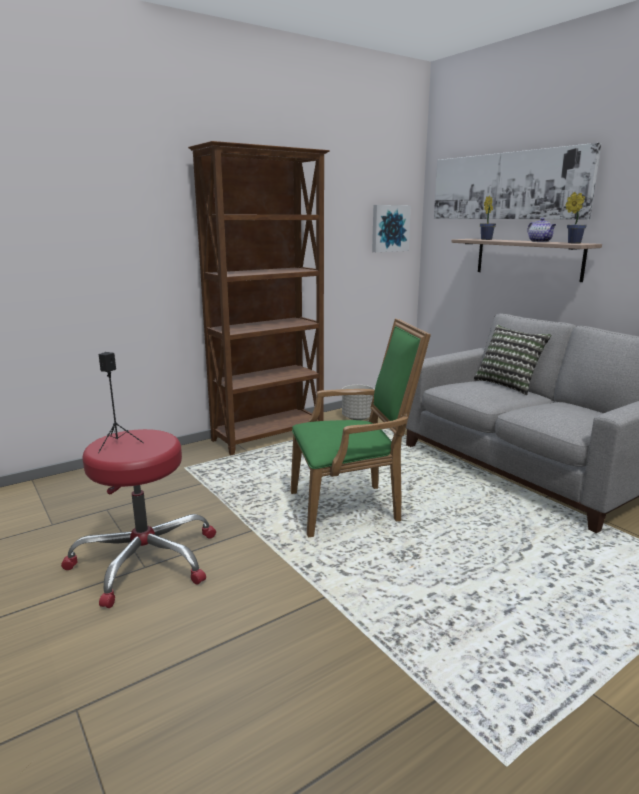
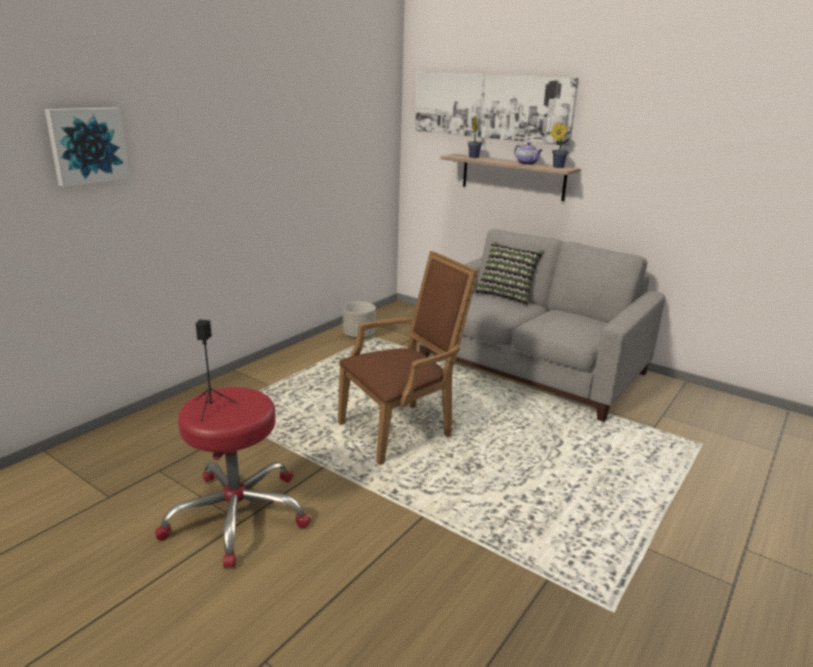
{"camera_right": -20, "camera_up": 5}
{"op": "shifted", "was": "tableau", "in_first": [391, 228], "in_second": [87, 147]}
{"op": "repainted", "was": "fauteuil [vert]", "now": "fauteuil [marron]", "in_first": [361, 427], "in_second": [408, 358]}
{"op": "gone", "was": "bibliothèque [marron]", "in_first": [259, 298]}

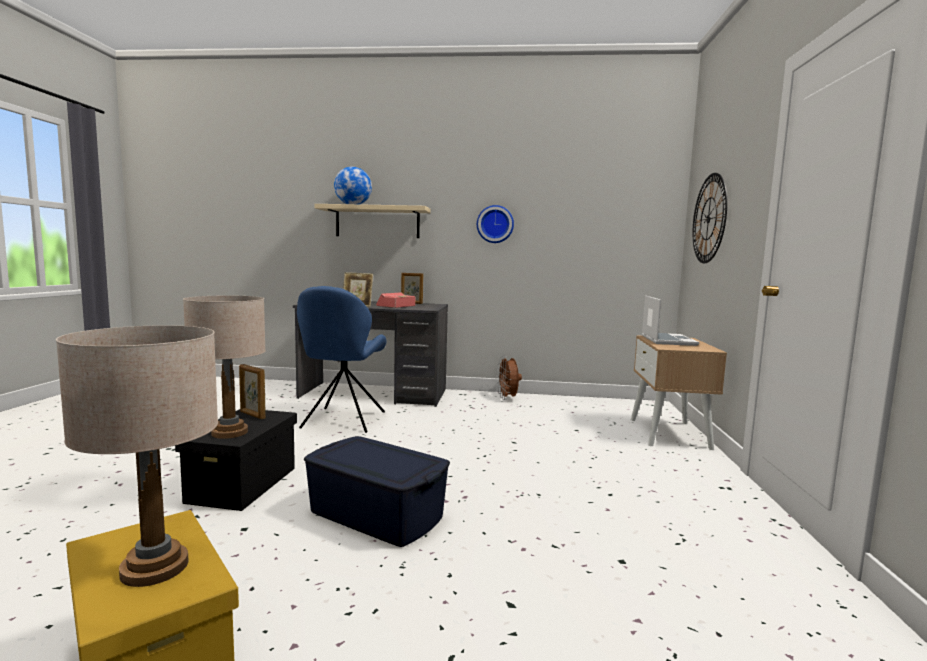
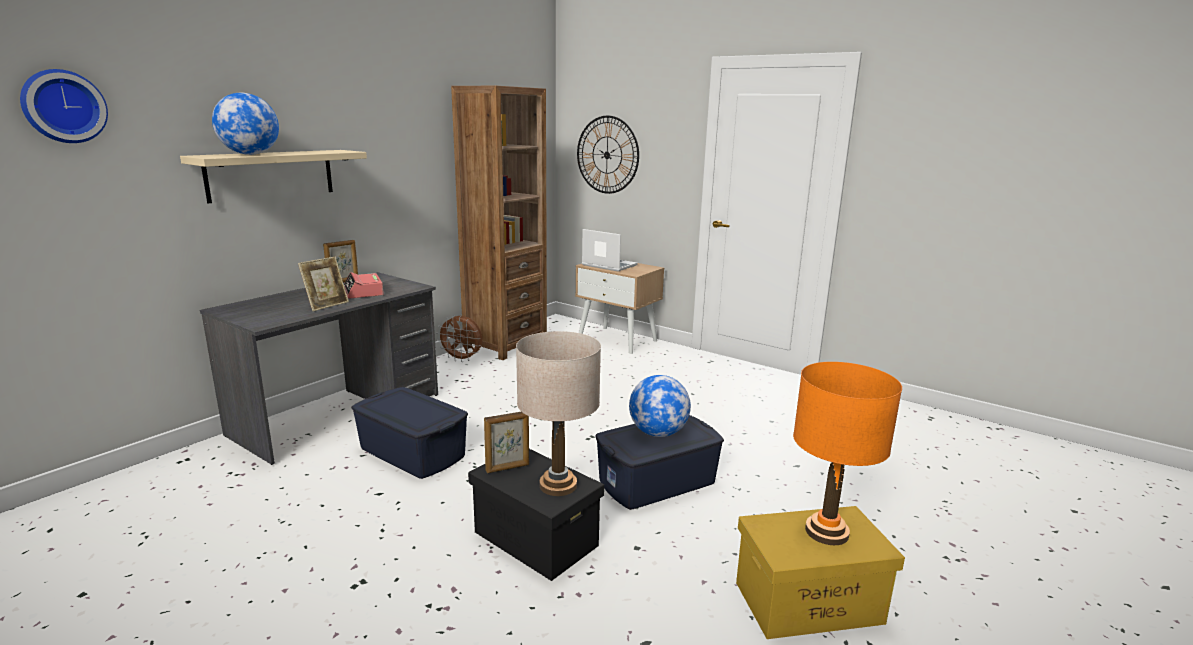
{"camera_right": -60, "camera_up": 10}
{"op": "shifted", "was": "horloge murale", "in_first": [495, 224], "in_second": [64, 106]}
{"op": "swapped", "was": "chaise [bleu]", "now": "boîte de rangement [bleu]", "in_first": [341, 359], "in_second": [409, 433]}
{"op": "new", "now": "bibliothèque [marron]", "in_second": [499, 223]}
{"op": "new", "now": "globe", "in_second": [660, 406]}
{"op": "repainted", "was": "lampe de table [beige]", "now": "lampe de table [orange]", "in_first": [137, 456], "in_second": [847, 453]}

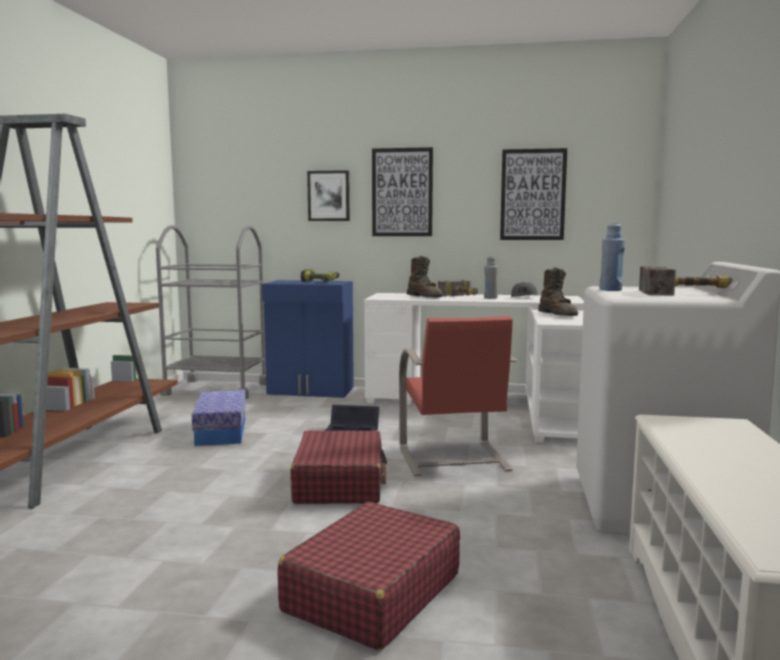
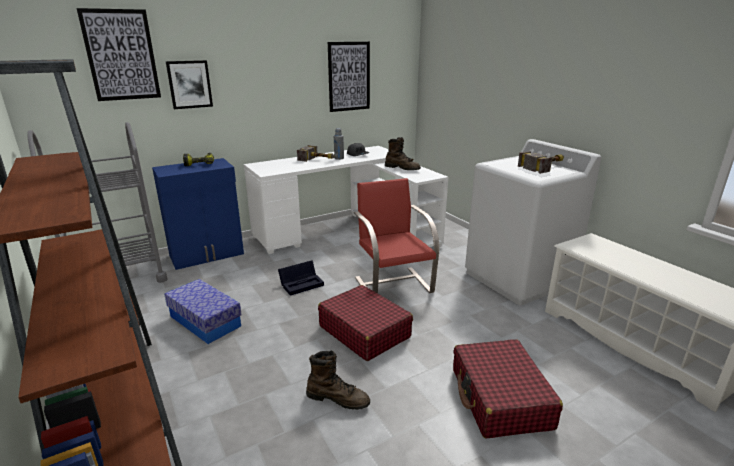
{"camera_right": -40, "camera_up": 15}
{"op": "shifted", "was": "tableau", "in_first": [402, 191], "in_second": [119, 54]}
{"op": "shifted", "was": "botte [marron]", "in_first": [425, 276], "in_second": [338, 380]}
{"op": "rotated", "was": "chaise [rouge]", "in_first": [458, 396], "in_second": [396, 235], "clockwise": -150}
{"op": "gone", "was": "bouteille [bleu]", "in_first": [612, 257]}

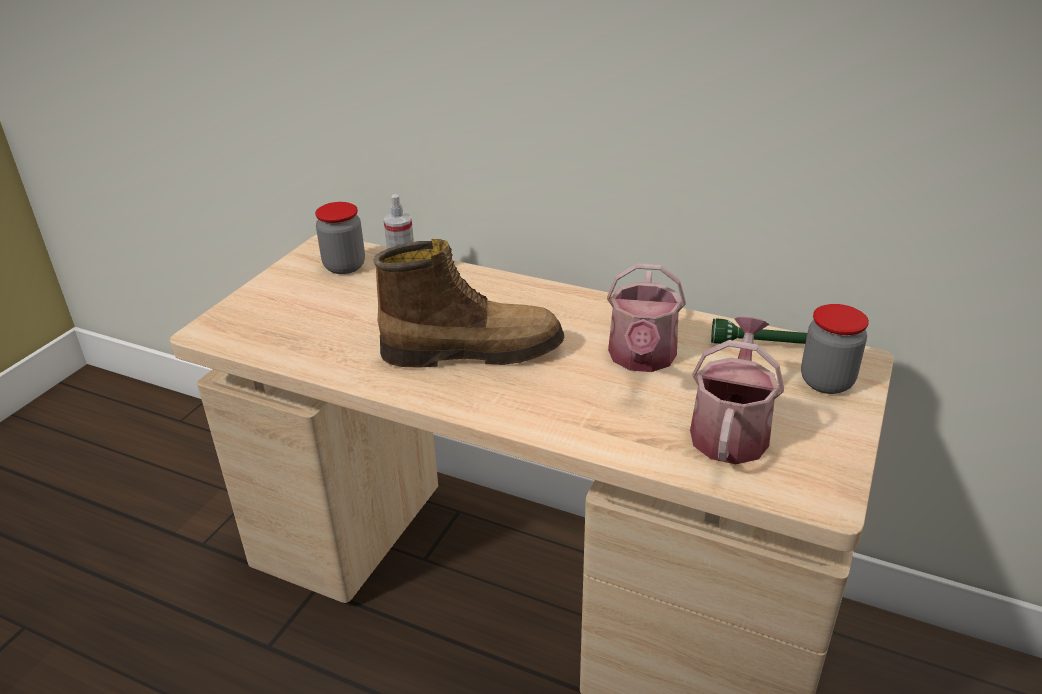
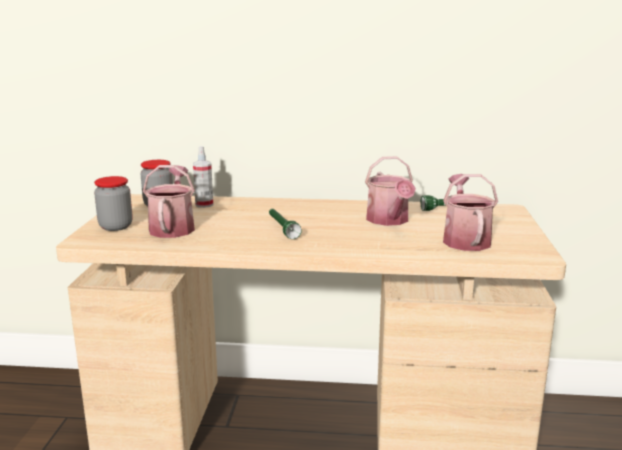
{"camera_right": -20, "camera_up": -15}
{"op": "shifted", "was": "bocal", "in_first": [835, 349], "in_second": [113, 203]}
{"op": "new", "now": "arrosoir", "in_second": [169, 201]}
{"op": "swapped", "was": "botte", "now": "lampe de poche [vert]", "in_first": [468, 303], "in_second": [285, 224]}

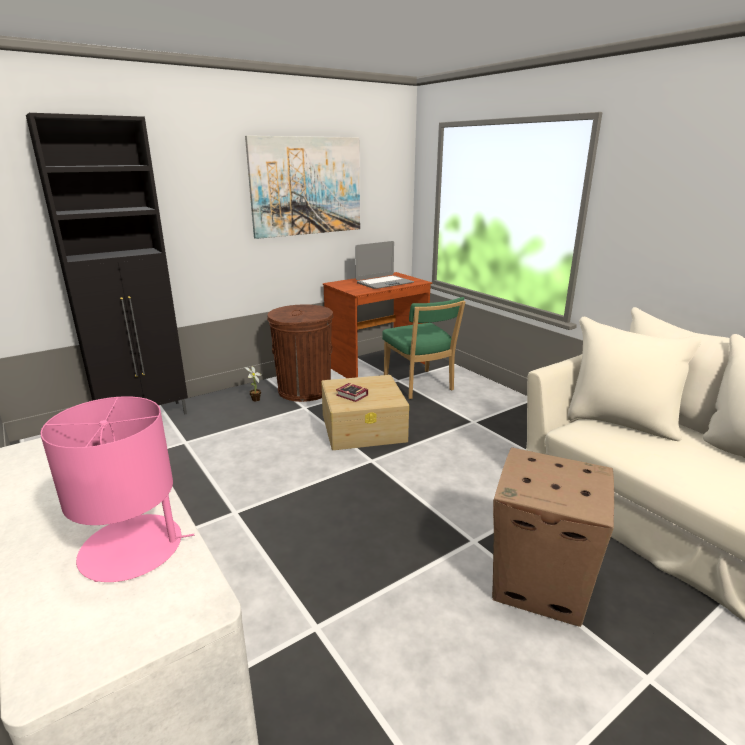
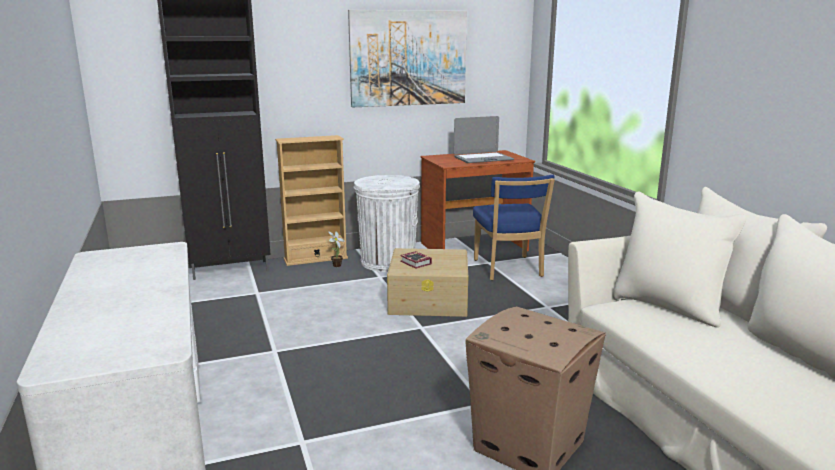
{"camera_right": 15, "camera_up": -5}
{"op": "new", "now": "bibliothèque [beige]", "in_second": [311, 200]}
{"op": "repainted", "was": "poubelle [marron]", "now": "poubelle [blanc]", "in_first": [300, 353], "in_second": [387, 223]}
{"op": "repainted", "was": "chaise [vert]", "now": "chaise [bleu]", "in_first": [424, 348], "in_second": [514, 227]}
{"op": "gone", "was": "lampe de table [rose]", "in_first": [117, 489]}

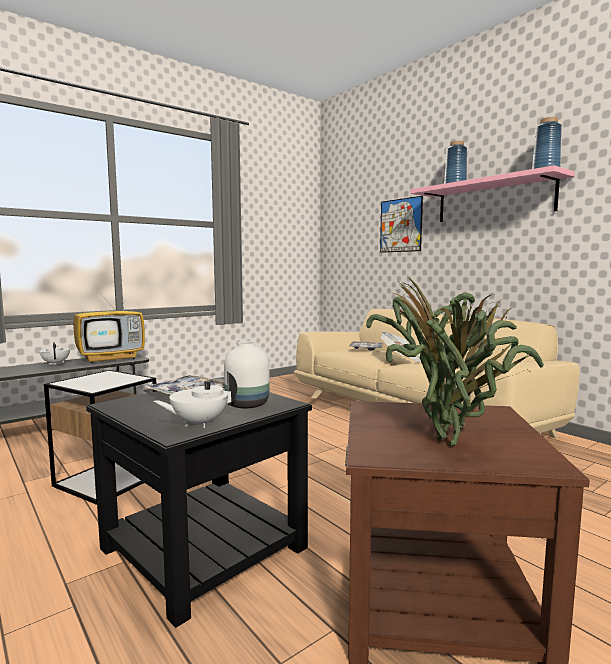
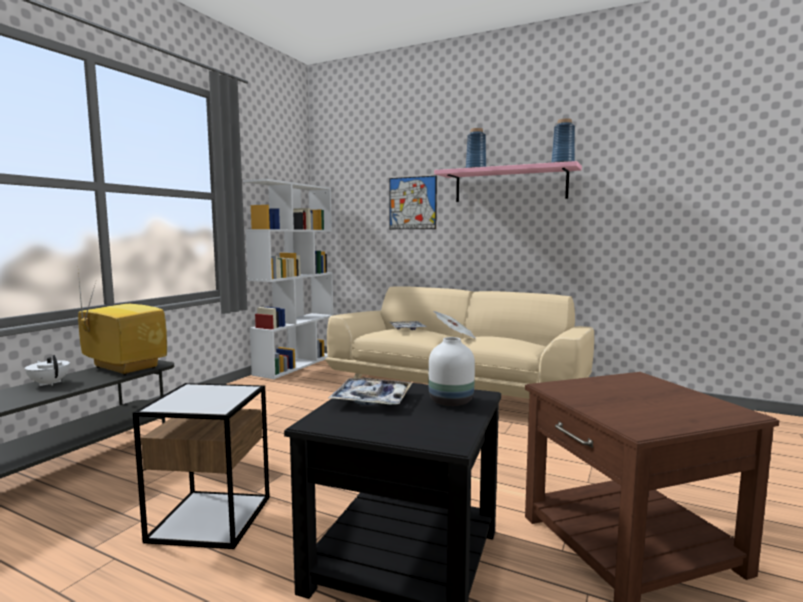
{"camera_right": -25, "camera_up": 0}
{"op": "rotated", "was": "téléviseur", "in_first": [109, 324], "in_second": [122, 324], "clockwise": -90}
{"op": "new", "now": "bibliothèque [blanc]", "in_second": [288, 279]}
{"op": "gone", "was": "théière [blanc]", "in_first": [195, 400]}
{"op": "gone", "was": "plante en pot", "in_first": [455, 360]}

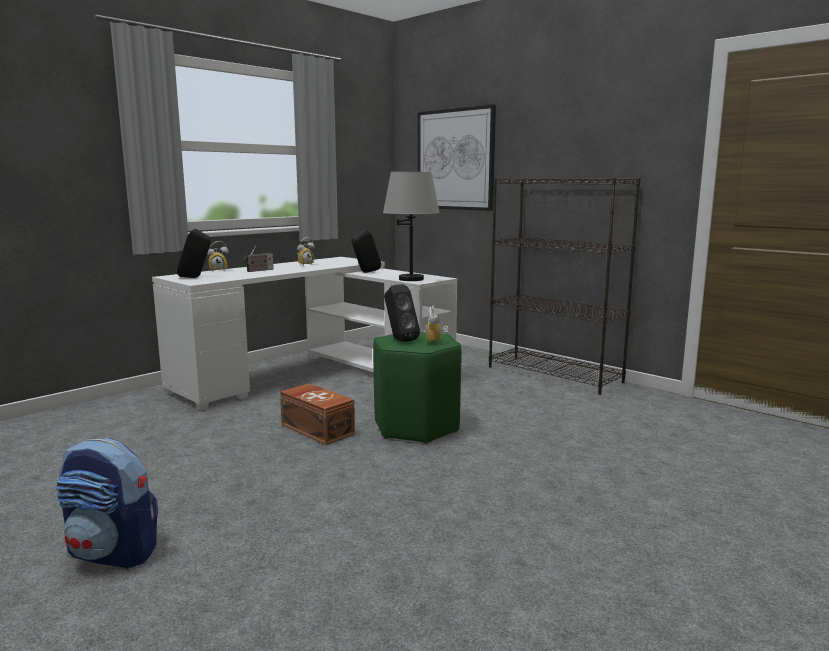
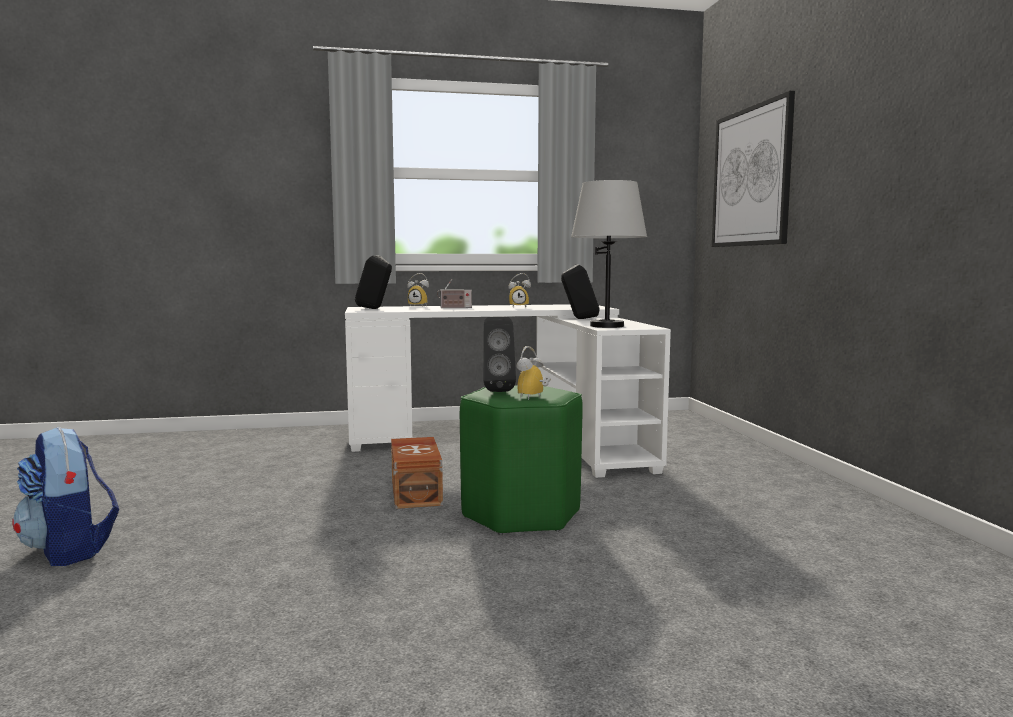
{"camera_right": 35, "camera_up": -5}
{"op": "gone", "was": "bibliothèque [noir]", "in_first": [565, 286]}

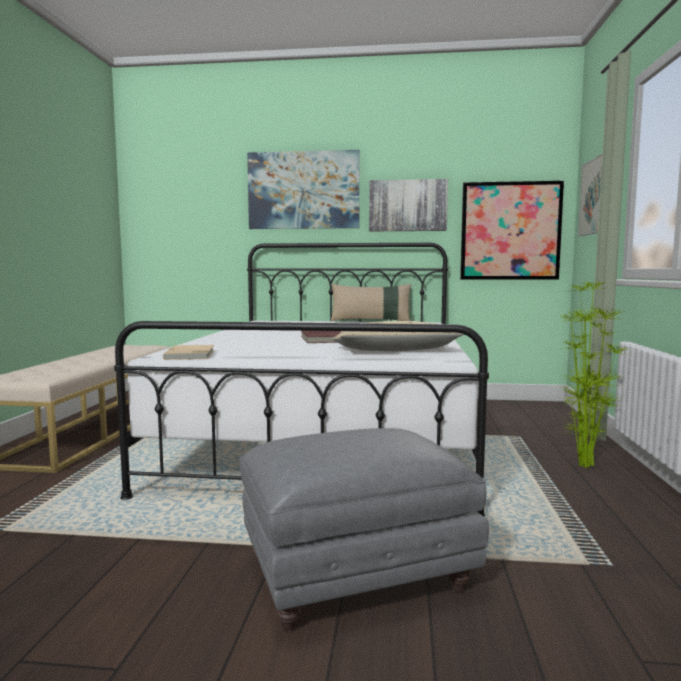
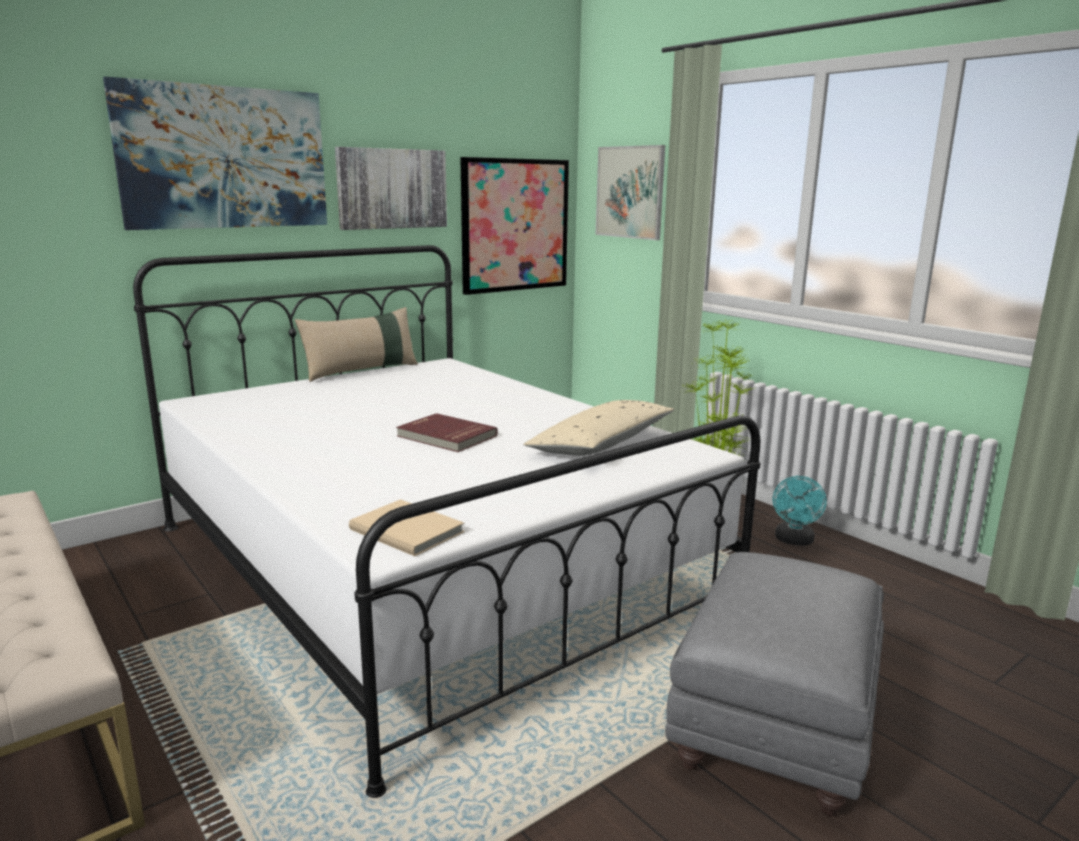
{"camera_right": -45, "camera_up": 10}
{"op": "new", "now": "ventilateur [turquoise]", "in_second": [800, 511]}

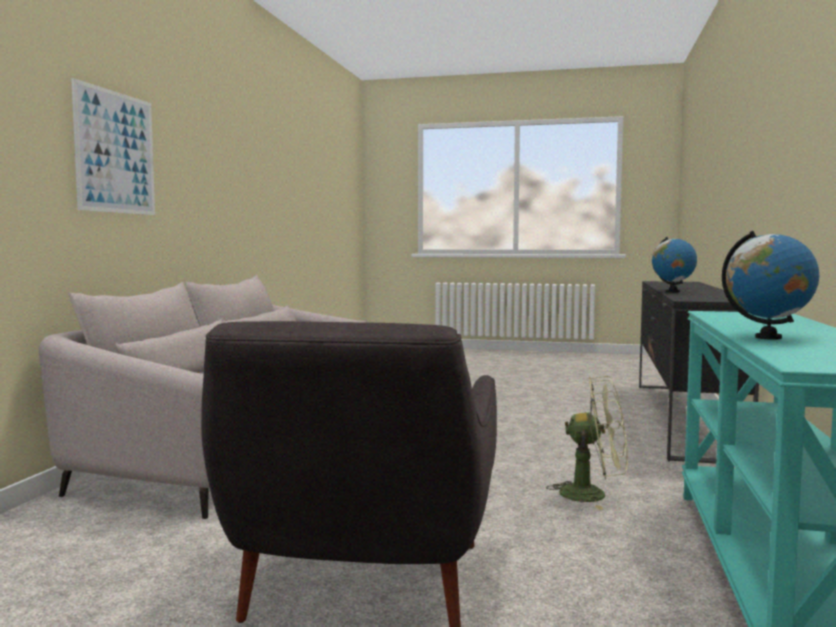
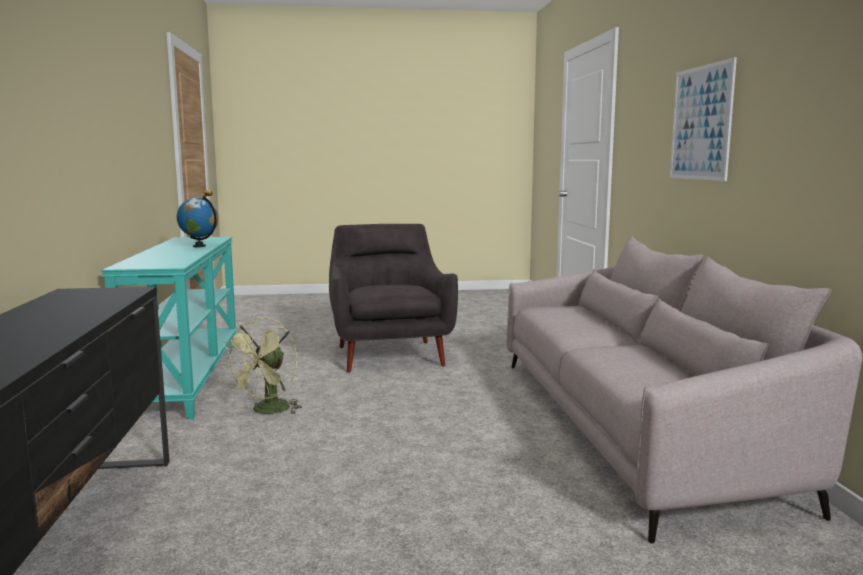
{"camera_right": 160, "camera_up": 5}
{"op": "rotated", "was": "ventilateur [vert]", "in_first": [587, 443], "in_second": [261, 365], "clockwise": -60}
{"op": "gone", "was": "globe", "in_first": [674, 264]}

